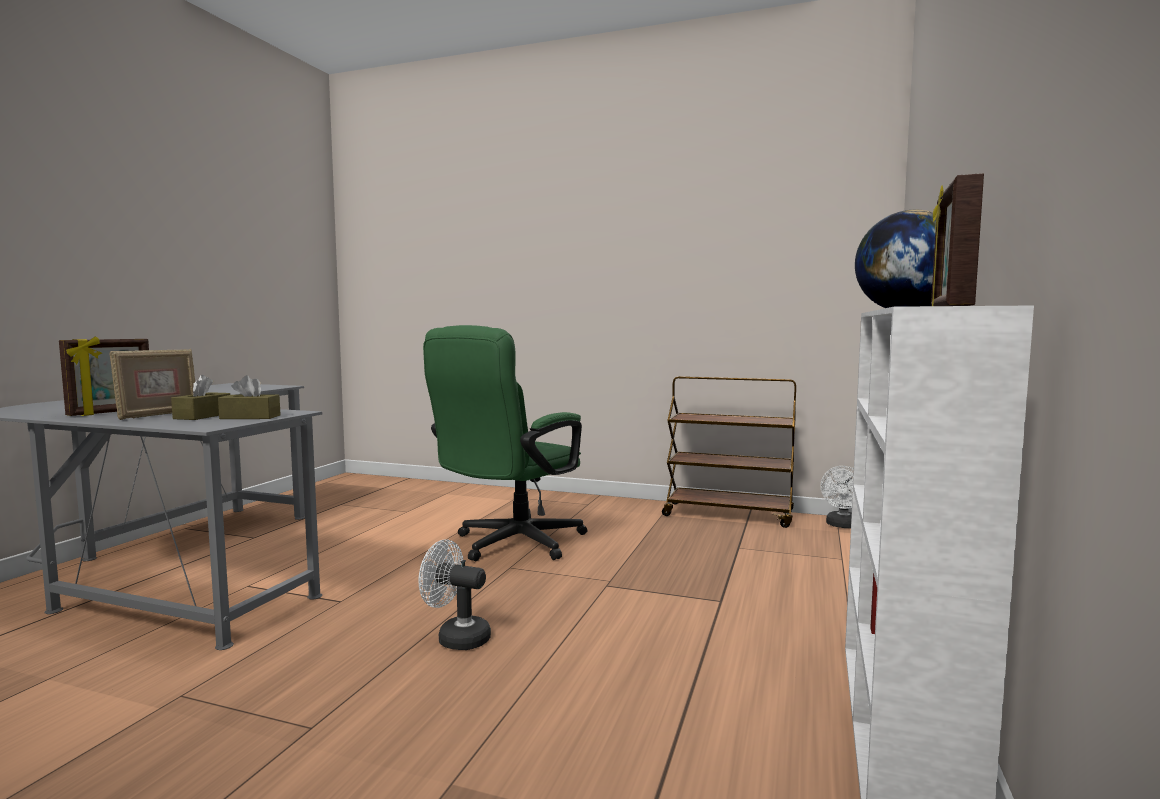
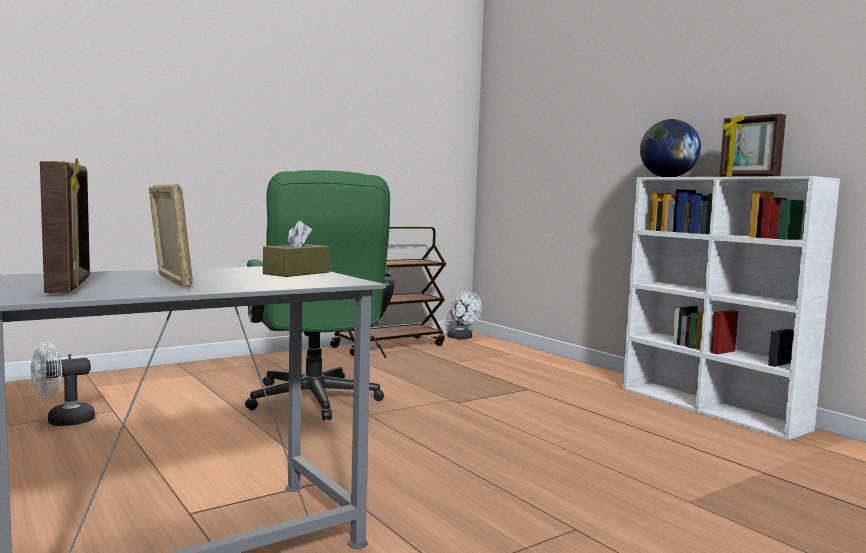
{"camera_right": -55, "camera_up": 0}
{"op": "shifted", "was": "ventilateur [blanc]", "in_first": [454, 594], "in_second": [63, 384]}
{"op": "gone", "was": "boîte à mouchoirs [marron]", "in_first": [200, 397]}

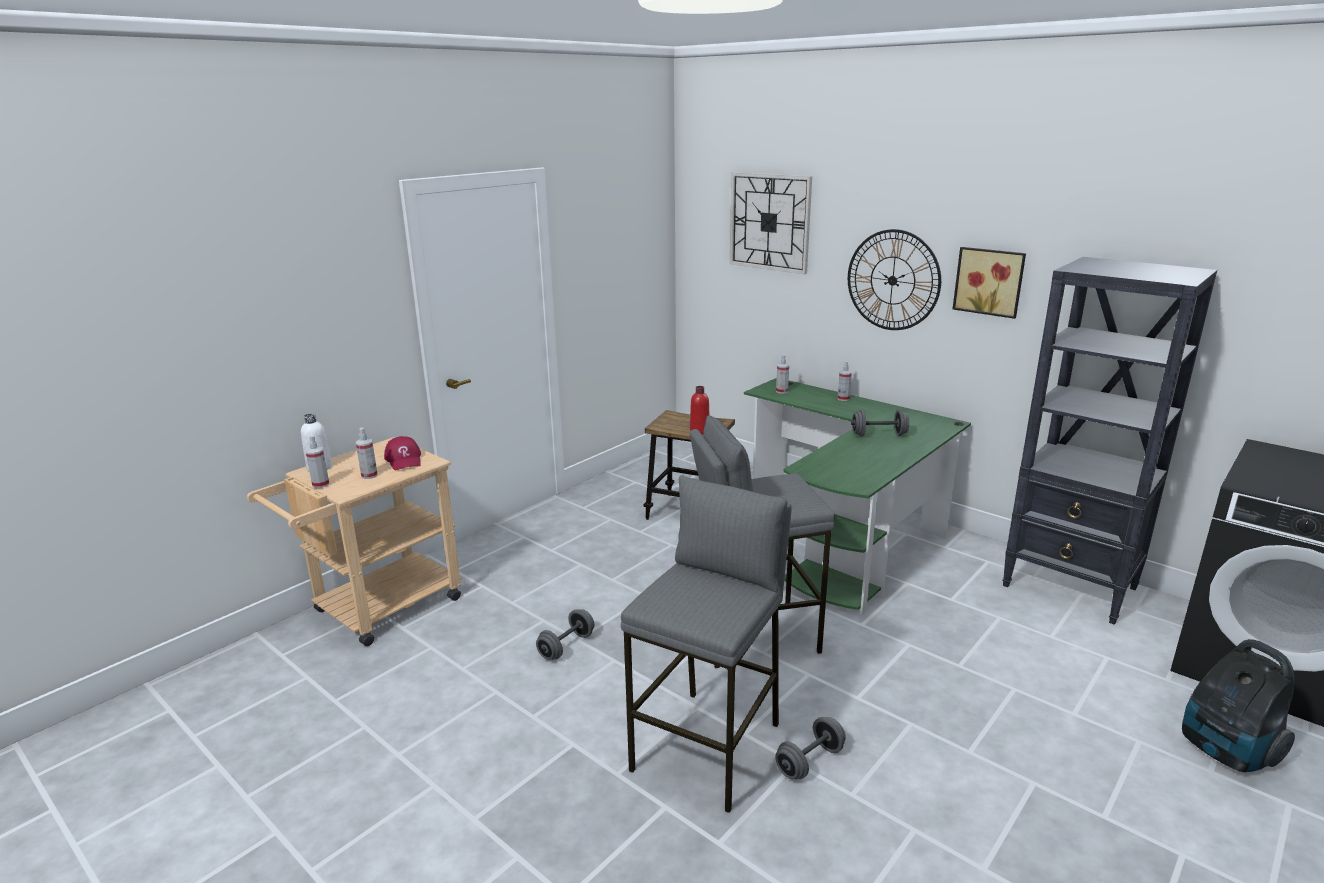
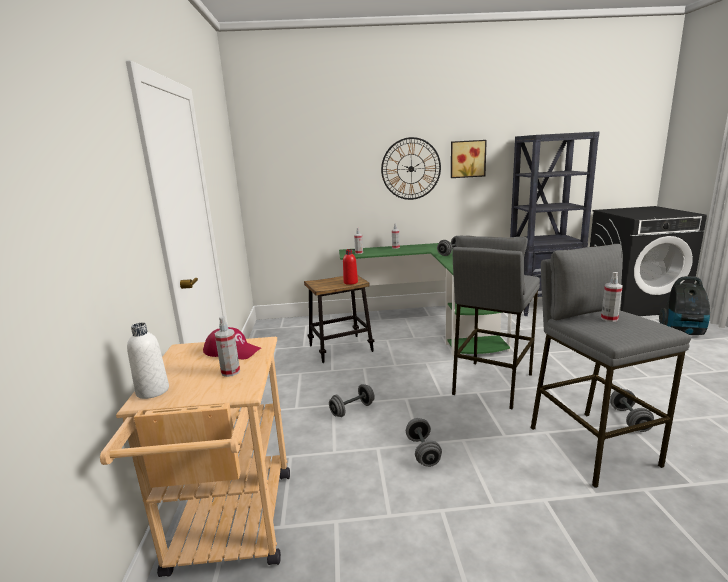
{"camera_right": -45, "camera_up": -5}
{"op": "new", "now": "haltère [gris]", "in_second": [352, 400]}
{"op": "shifted", "was": "vaporisateur", "in_first": [317, 462], "in_second": [612, 297]}
{"op": "gone", "was": "horloge murale", "in_first": [771, 223]}

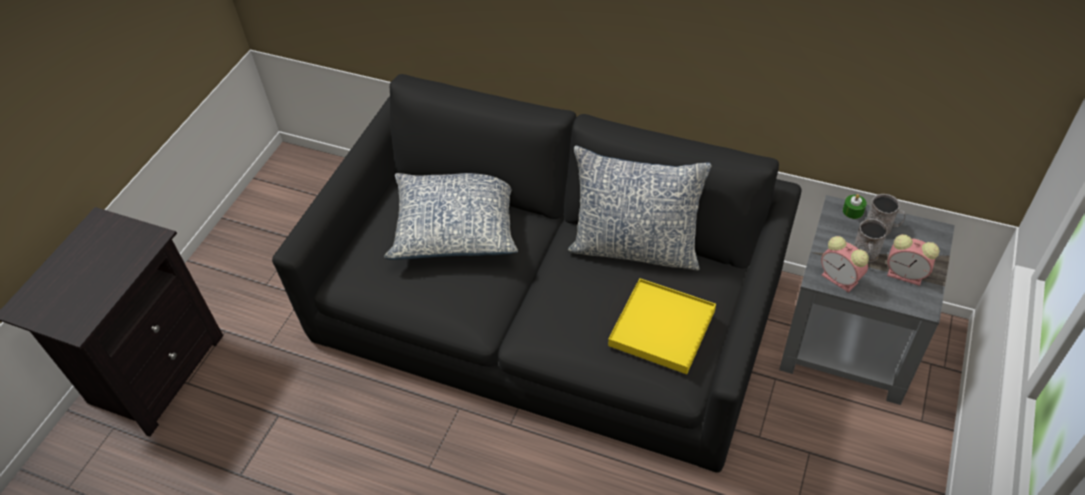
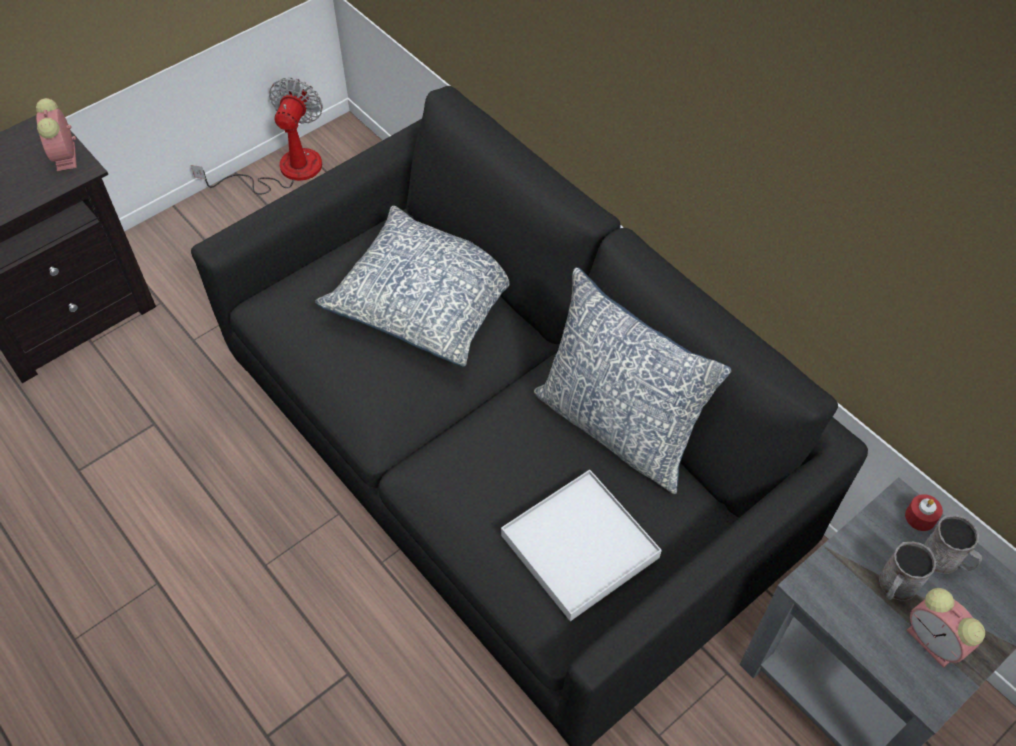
{"camera_right": 25, "camera_up": 5}
{"op": "shifted", "was": "réveil", "in_first": [845, 264], "in_second": [56, 135]}
{"op": "new", "now": "ventilateur", "in_second": [257, 136]}
{"op": "repainted", "was": "plateau [jaune]", "now": "plateau [blanc]", "in_first": [662, 326], "in_second": [581, 545]}
{"op": "repainted", "was": "bougie [vert]", "now": "bougie [rouge]", "in_first": [855, 206], "in_second": [924, 512]}

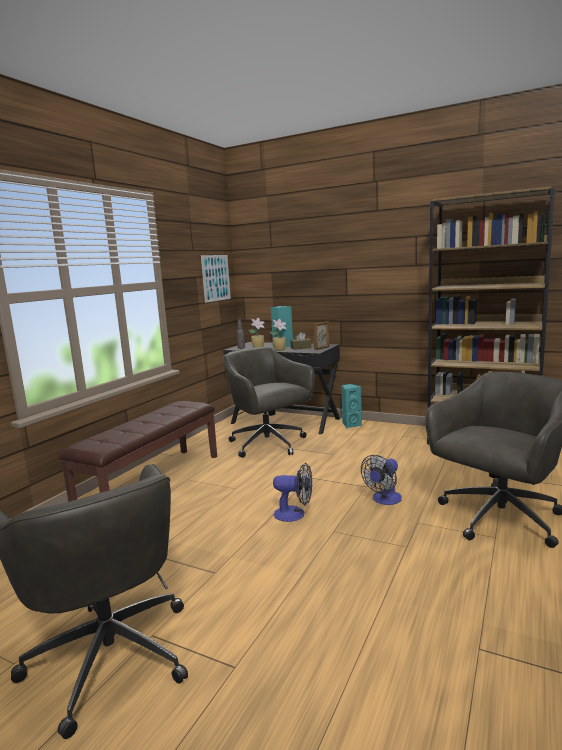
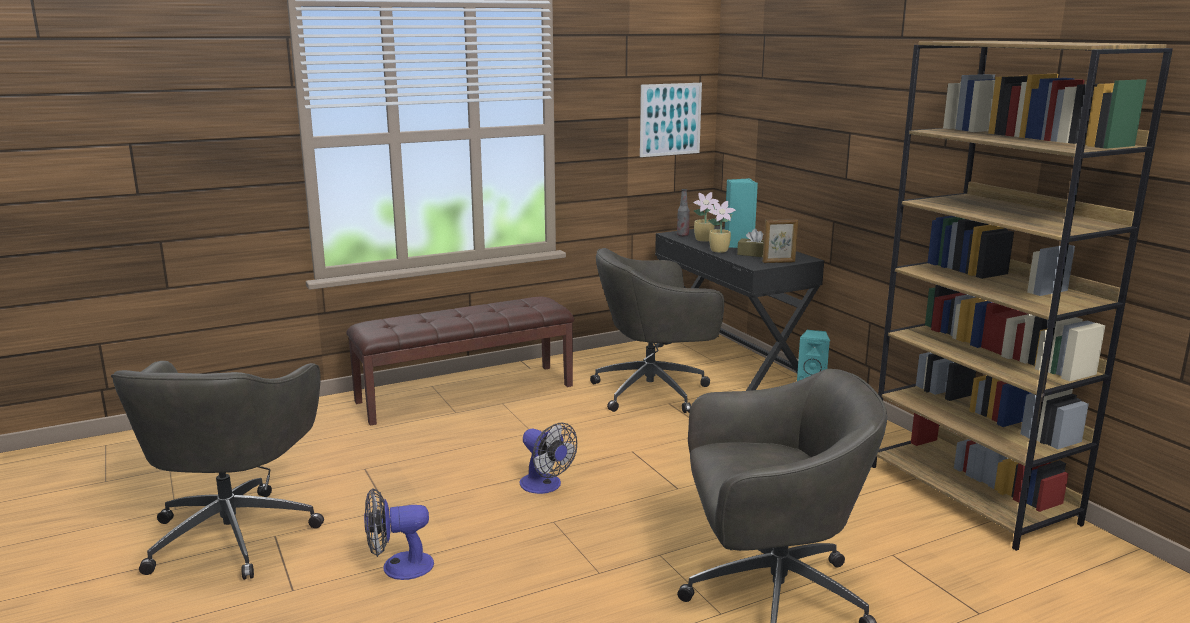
{"camera_right": 35, "camera_up": 5}
{"op": "shifted", "was": "ventilateur", "in_first": [381, 480], "in_second": [399, 534]}
{"op": "rotated", "was": "chaise de bureau [gris]", "in_first": [269, 402], "in_second": [657, 330], "clockwise": -105}

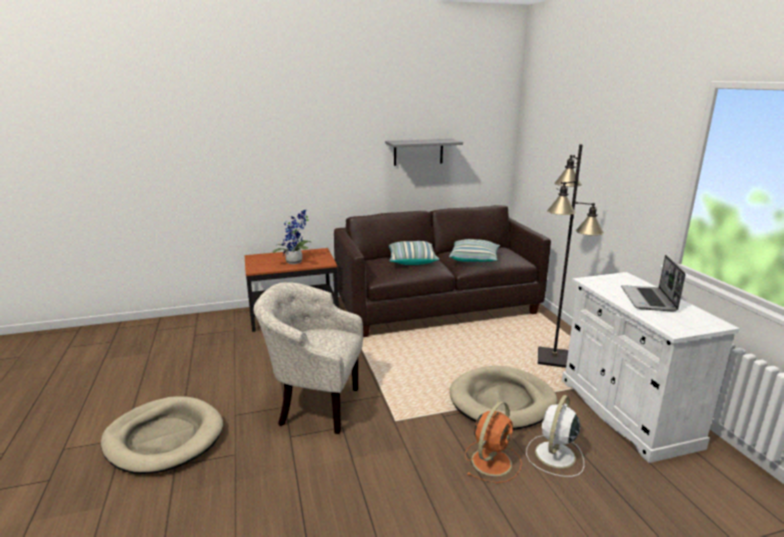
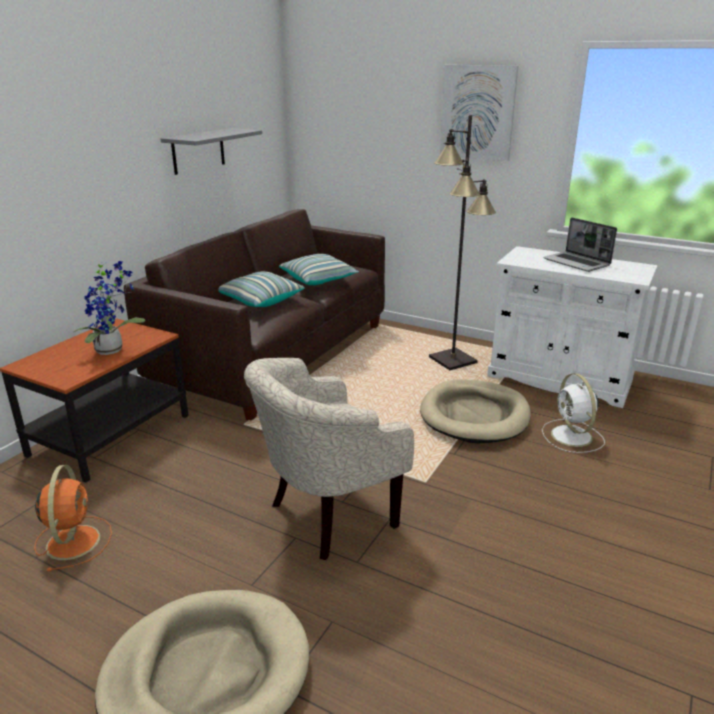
{"camera_right": -45, "camera_up": 5}
{"op": "shifted", "was": "ventilateur [orange]", "in_first": [493, 442], "in_second": [73, 518]}
{"op": "new", "now": "tableau", "in_second": [479, 113]}

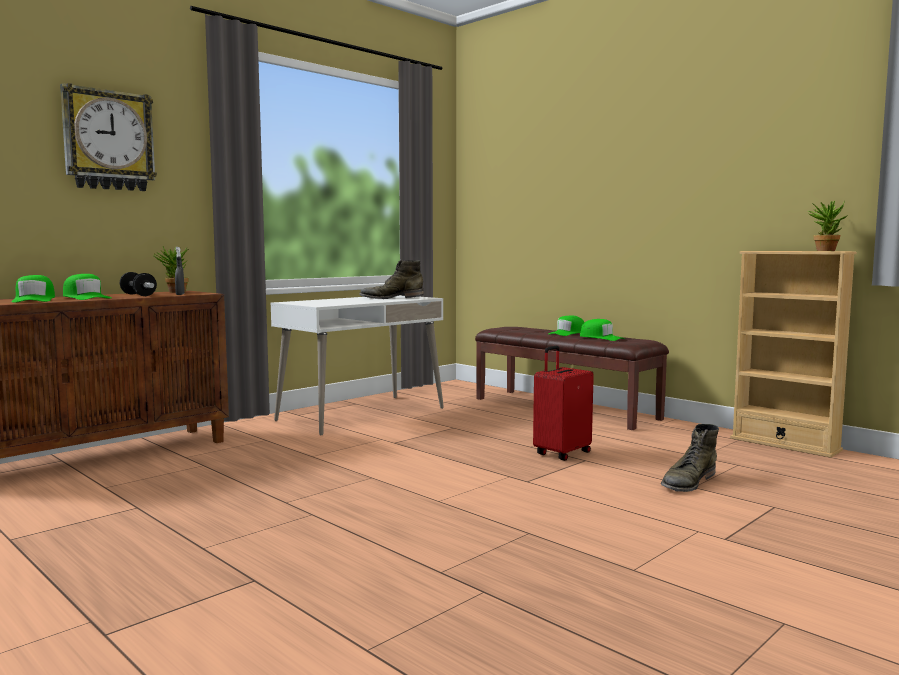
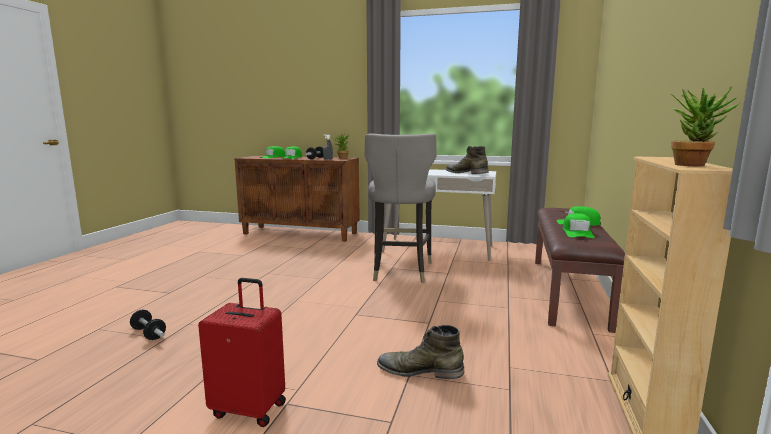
{"camera_right": 60, "camera_up": 5}
{"op": "new", "now": "haltère", "in_second": [148, 325]}
{"op": "shifted", "was": "valise [rouge]", "in_first": [563, 403], "in_second": [242, 352]}
{"op": "new", "now": "tabouret [gris]", "in_second": [401, 208]}
{"op": "gone", "was": "horloge murale", "in_first": [108, 137]}

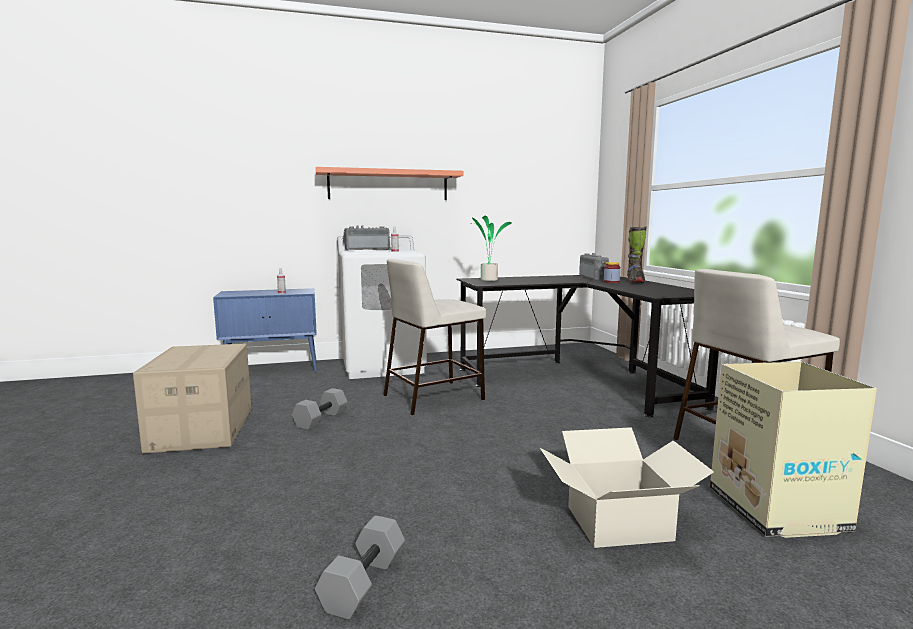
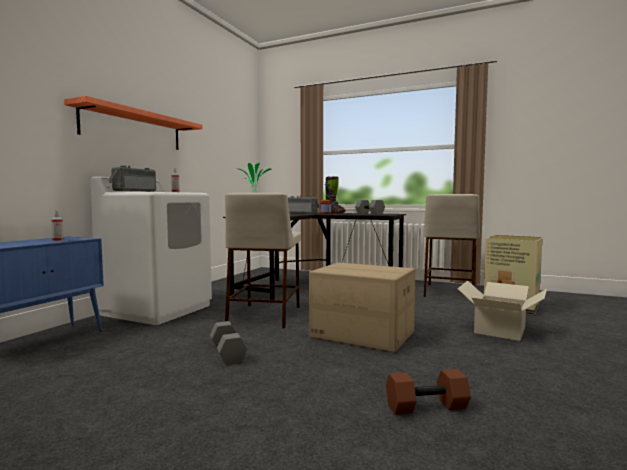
{"camera_right": -50, "camera_up": -5}
{"op": "shifted", "was": "carton", "in_first": [192, 399], "in_second": [362, 307]}
{"op": "shifted", "was": "haltère [gris]", "in_first": [360, 567], "in_second": [370, 207]}
{"op": "new", "now": "haltère [marron]", "in_second": [428, 392]}

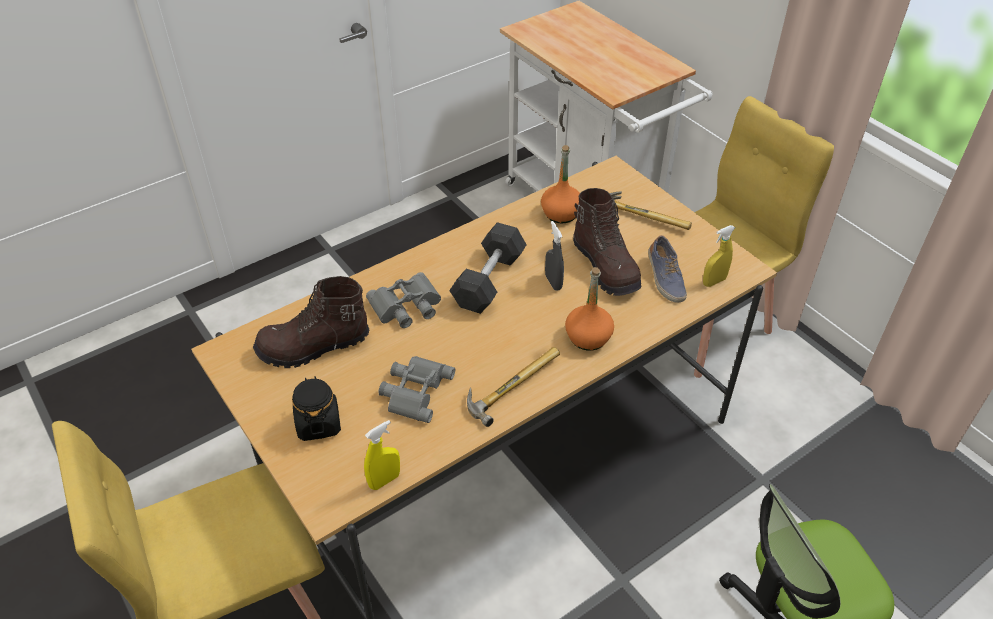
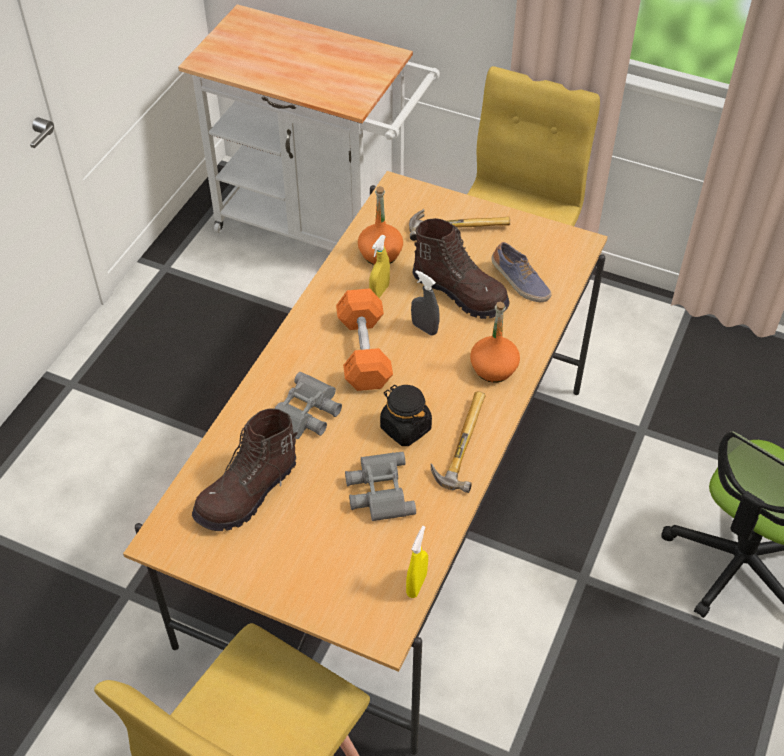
{"camera_right": -30, "camera_up": 5}
{"op": "repainted", "was": "haltère [gris]", "now": "haltère [orange]", "in_first": [488, 268], "in_second": [364, 340]}
{"op": "shifted", "was": "vaporisateur [jaune]", "in_first": [719, 256], "in_second": [379, 266]}
{"op": "shifted", "was": "bocal [noir]", "in_first": [316, 408], "in_second": [406, 415]}

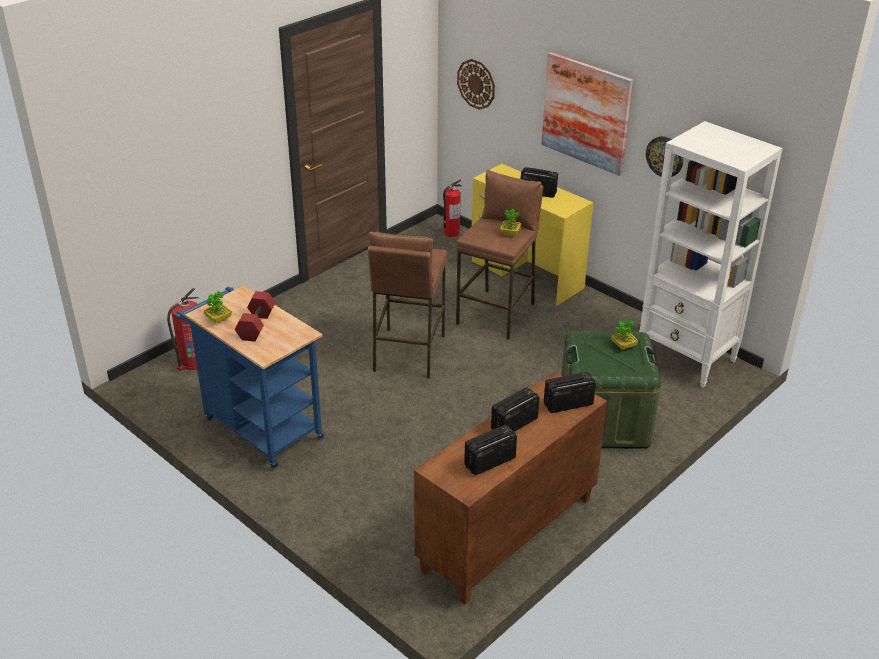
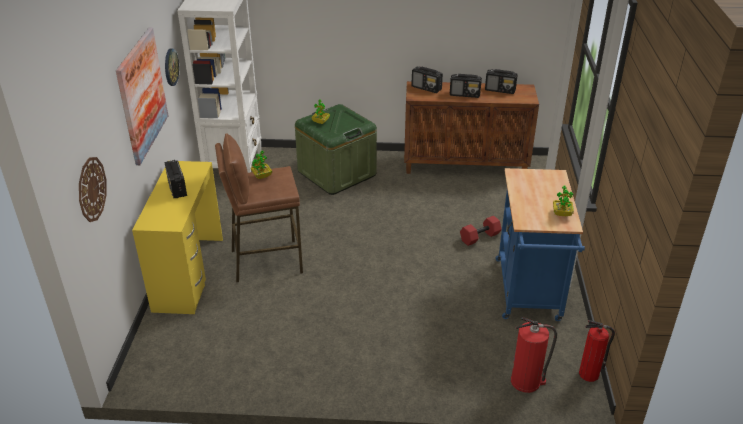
{"camera_right": -130, "camera_up": 0}
{"op": "shifted", "was": "haltère [rouge]", "in_first": [255, 316], "in_second": [481, 231]}
{"op": "shifted", "was": "extincteur", "in_first": [452, 208], "in_second": [597, 351]}
{"op": "gone", "was": "tabouret [marron]", "in_first": [407, 305]}

